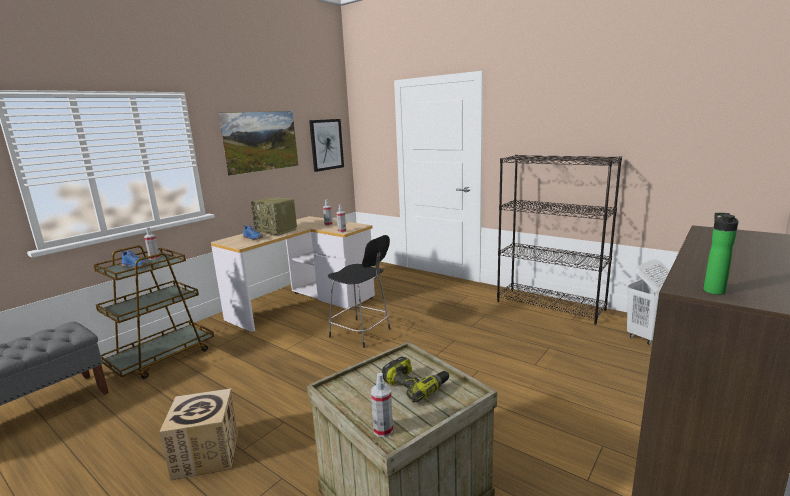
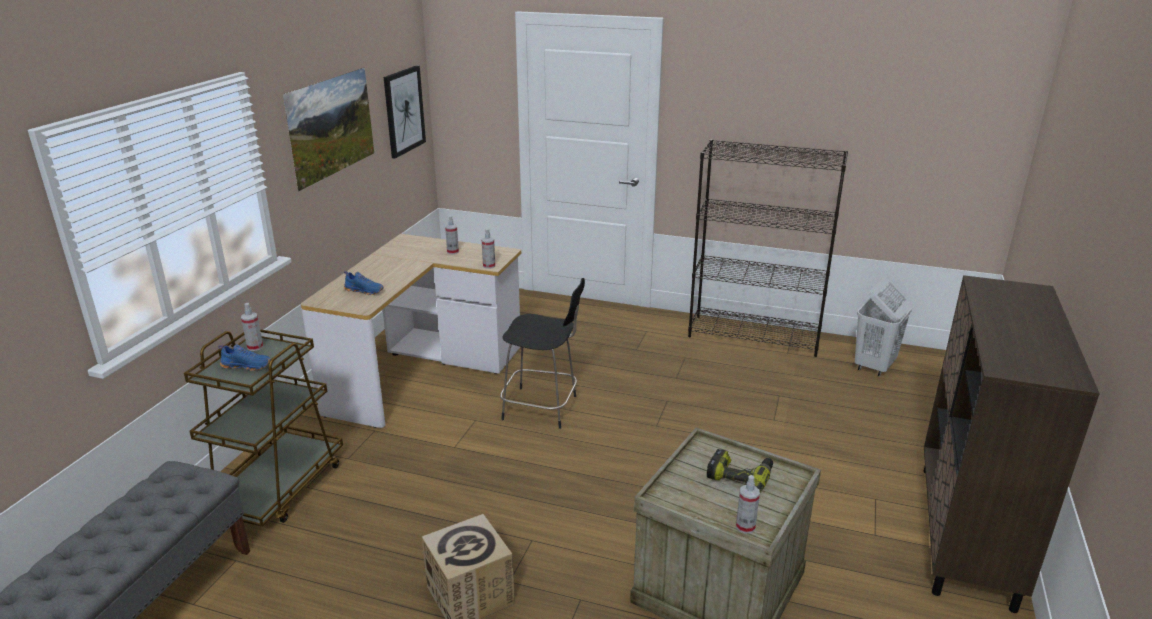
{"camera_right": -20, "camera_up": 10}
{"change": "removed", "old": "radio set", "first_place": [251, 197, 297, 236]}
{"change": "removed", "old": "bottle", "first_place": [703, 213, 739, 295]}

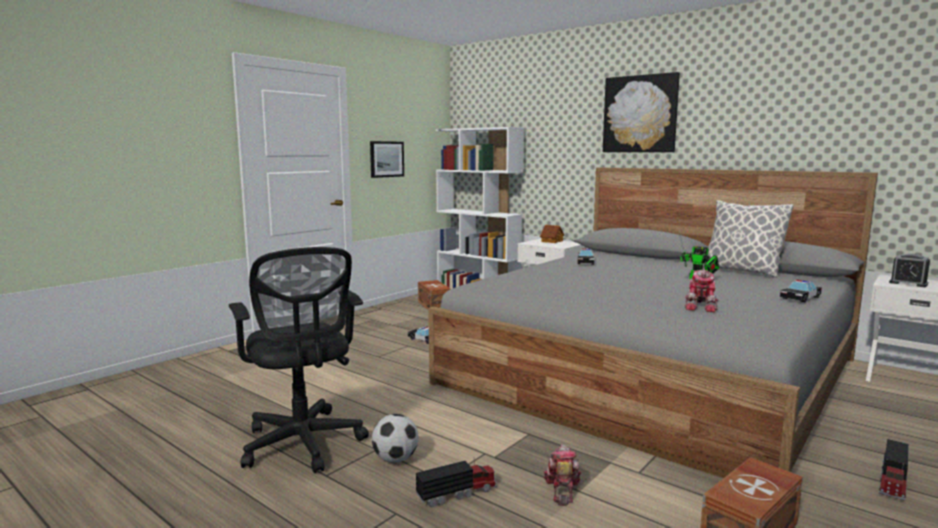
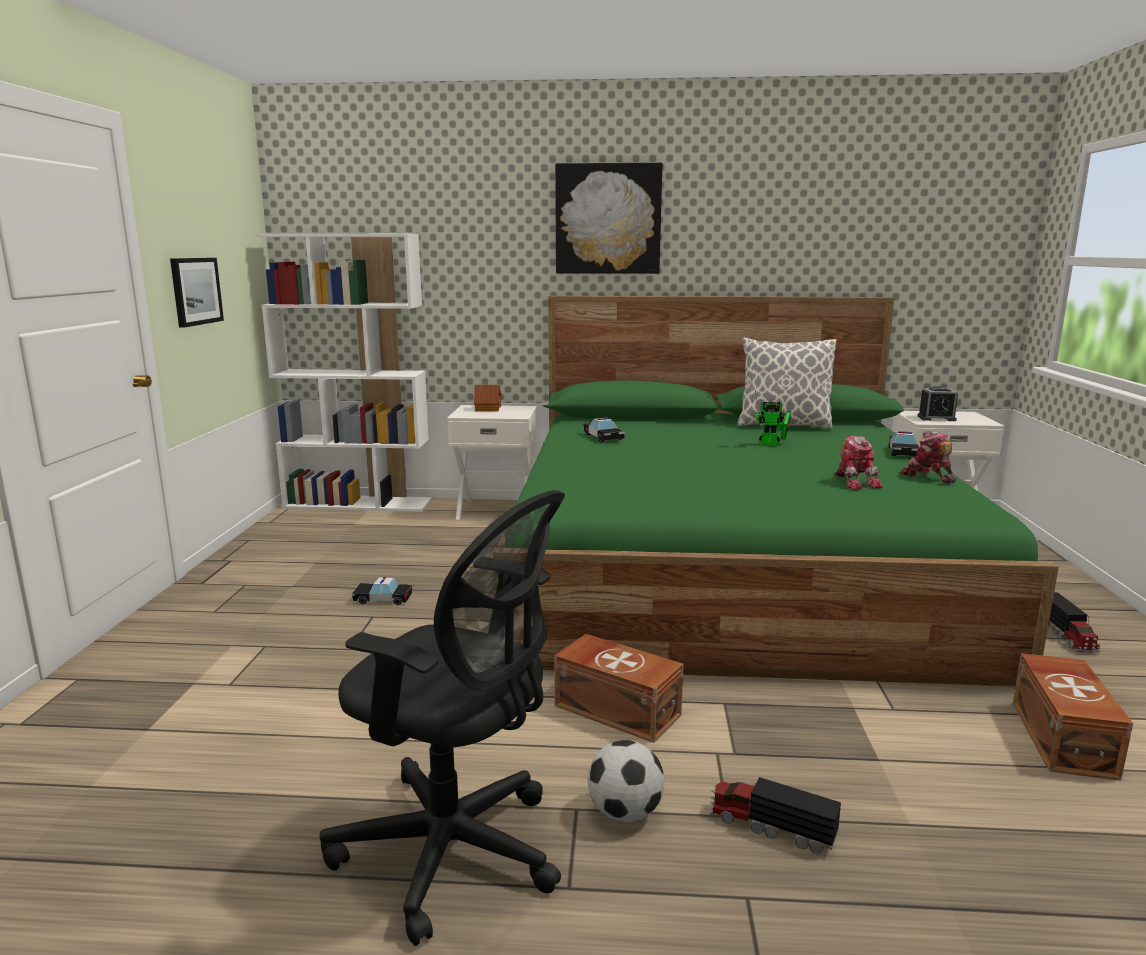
{"camera_right": -35, "camera_up": 5}
{"change": "recoloured", "old": "grey bedroom bed", "new": "greenish bedroom bed", "first_place": [428, 167, 878, 478], "second_place": [494, 296, 1059, 686]}
{"change": "moved", "old": "brown-coloured storage box", "first_place": [418, 280, 451, 310], "second_place": [554, 634, 684, 743]}
{"change": "turned", "old": "toy lorry", "first_place": [416, 461, 497, 508], "second_place": [710, 777, 841, 855], "degrees": -90}
{"change": "moved", "old": "toy robot", "first_place": [544, 444, 581, 506], "second_place": [900, 430, 957, 484]}

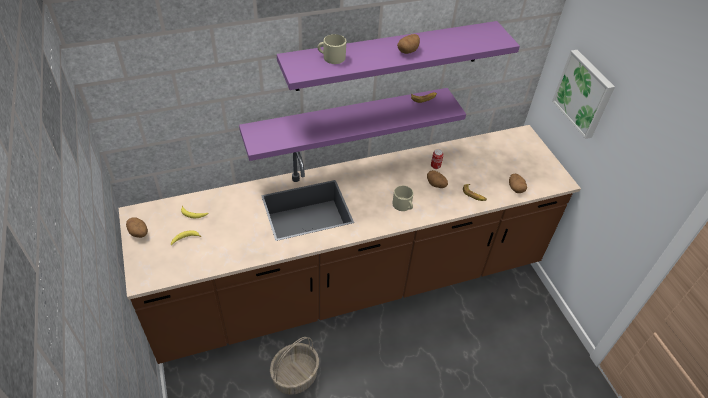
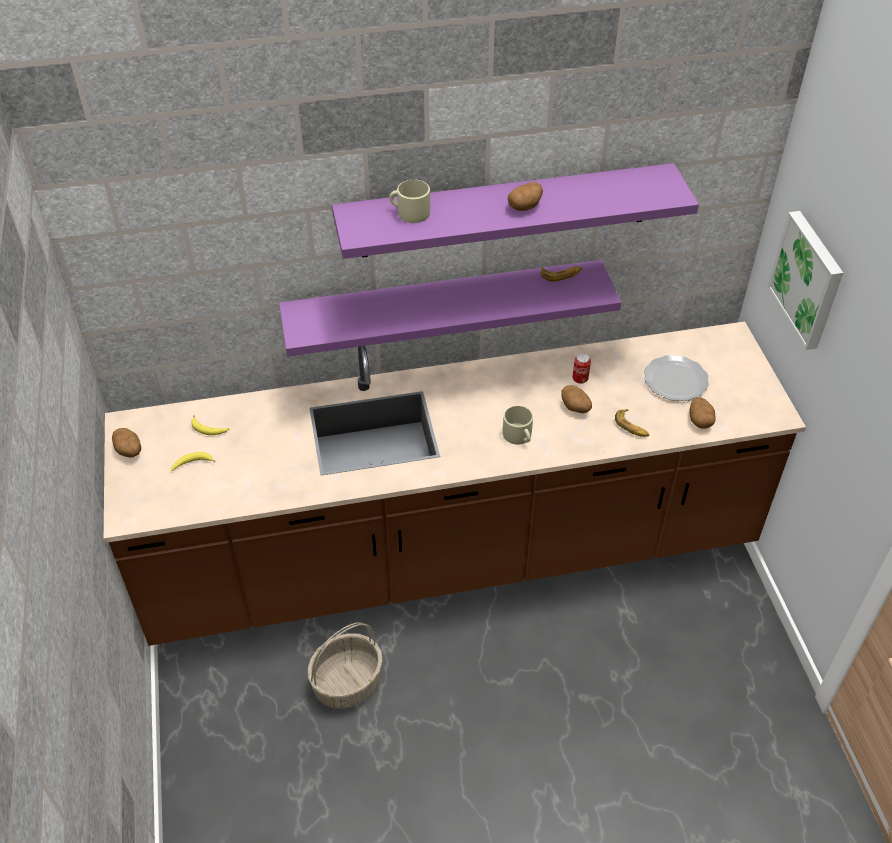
{"camera_right": 10, "camera_up": 0}
{"change": "added", "new": "plate", "second_place": [644, 355, 709, 401]}

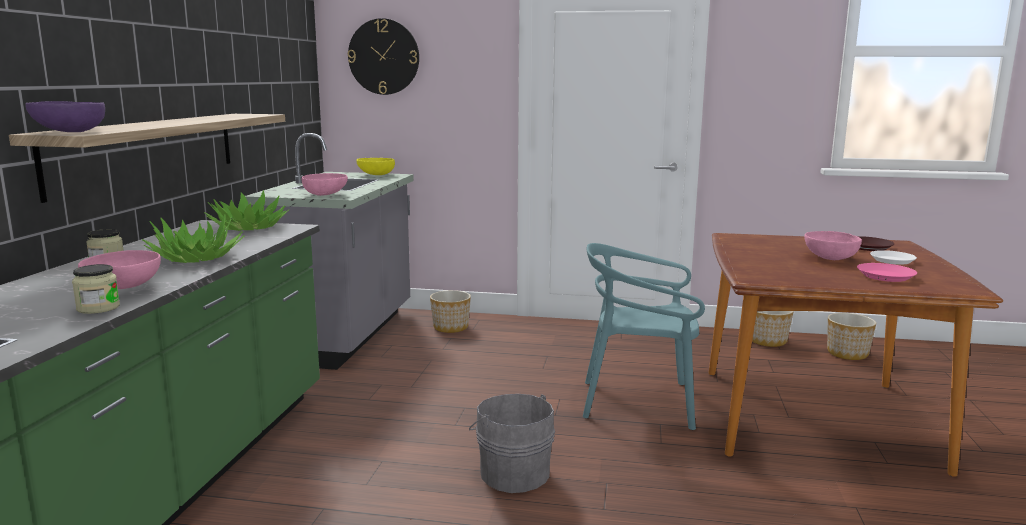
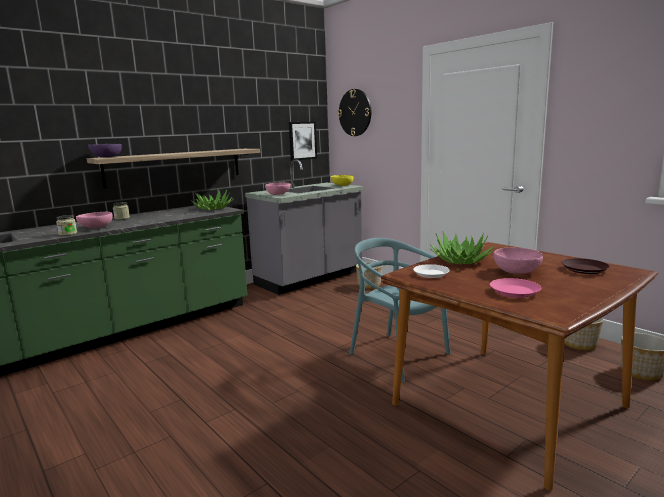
{"camera_right": 40, "camera_up": 0}
{"change": "added", "new": "wall art", "second_place": [289, 121, 317, 161]}
{"change": "moved", "old": "white plate", "first_place": [870, 250, 917, 265], "second_place": [413, 264, 450, 278]}
{"change": "moved", "old": "houseplant", "first_place": [142, 214, 245, 263], "second_place": [430, 232, 495, 264]}
{"change": "removed", "old": "grey bucket", "first_place": [469, 394, 555, 493]}

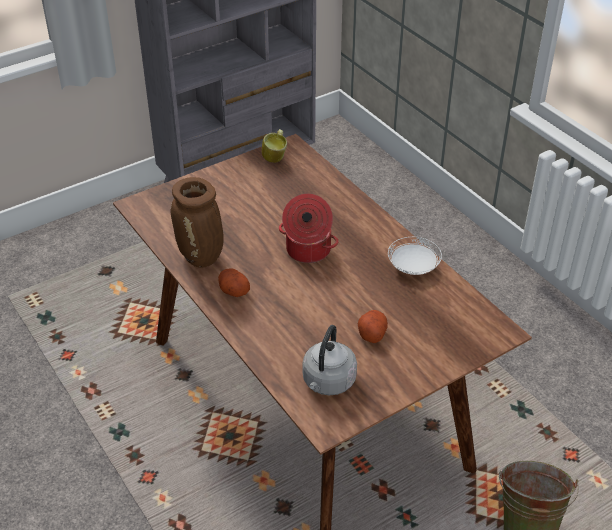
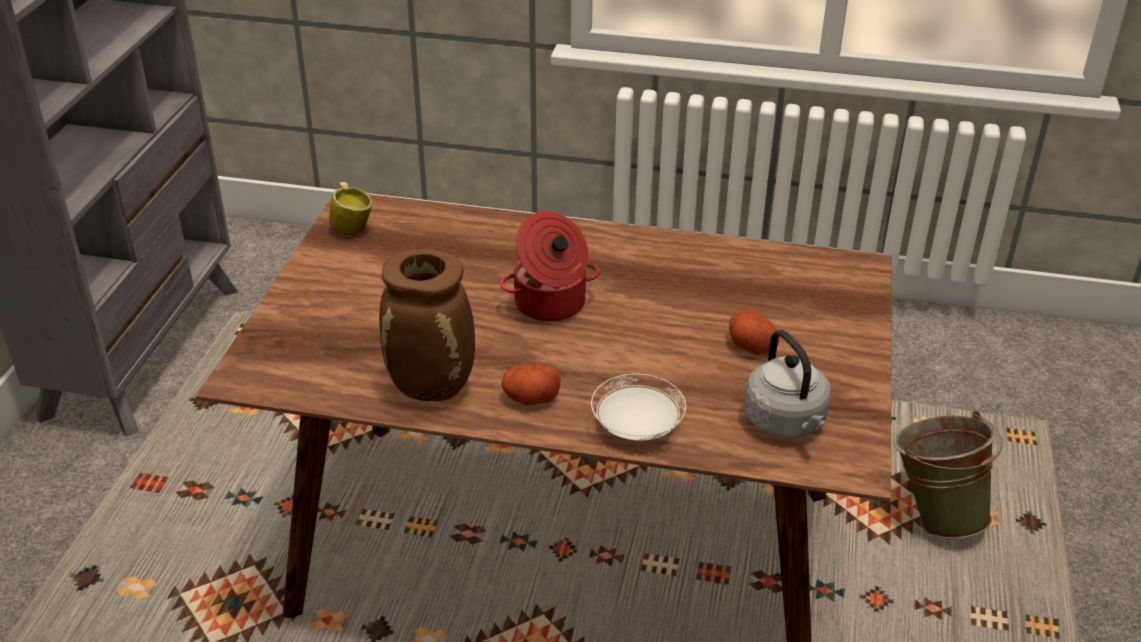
{"camera_right": -45, "camera_up": -5}
{"change": "moved", "old": "white plate", "first_place": [388, 237, 442, 275], "second_place": [591, 374, 686, 441]}

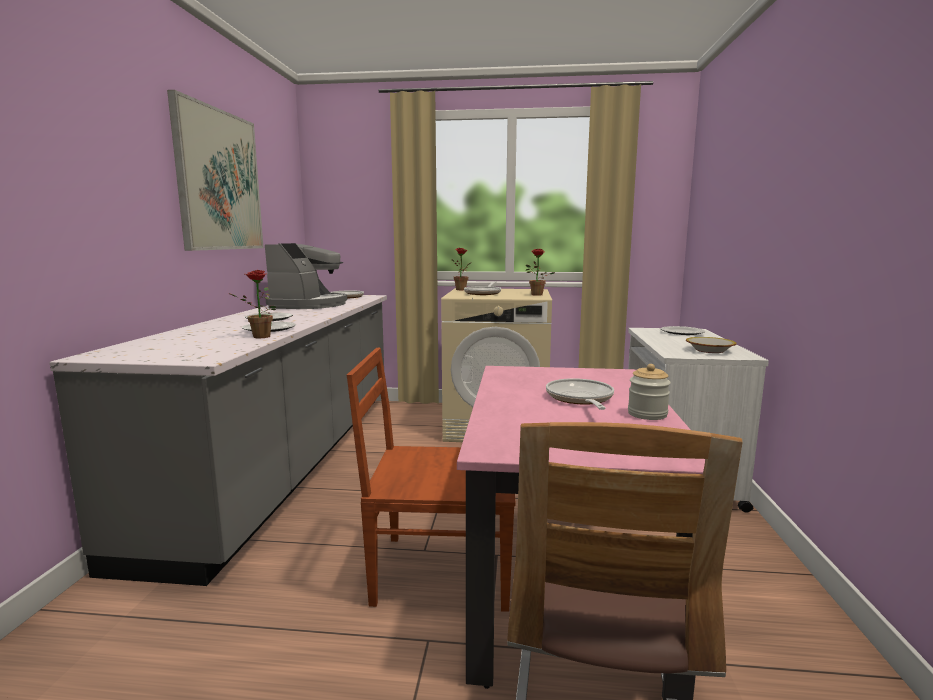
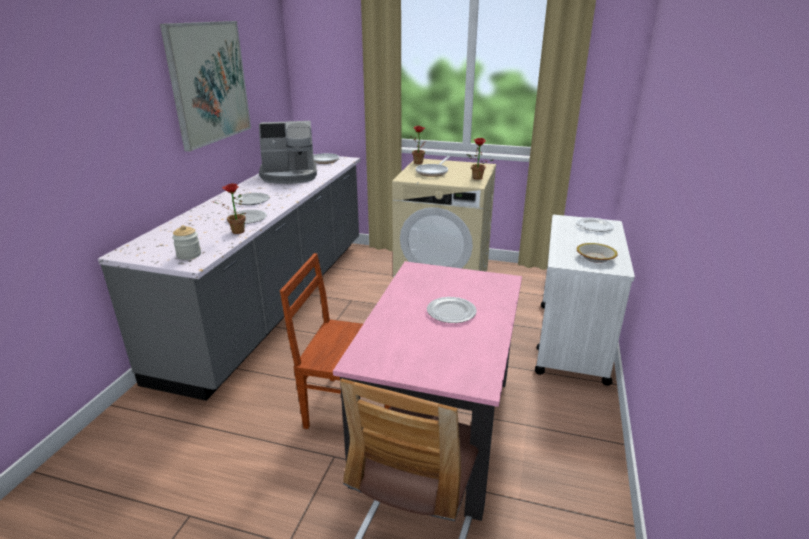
{"camera_right": 10, "camera_up": 15}
{"change": "moved", "old": "jar", "first_place": [628, 364, 671, 420], "second_place": [172, 225, 201, 260]}
{"change": "turned", "old": "coffee brewer", "first_place": [265, 243, 347, 309], "second_place": [259, 121, 317, 184], "degrees": 60}
{"change": "replaced", "old": "skillet", "new": "plate", "first_place": [546, 378, 614, 410], "second_place": [427, 297, 477, 323]}

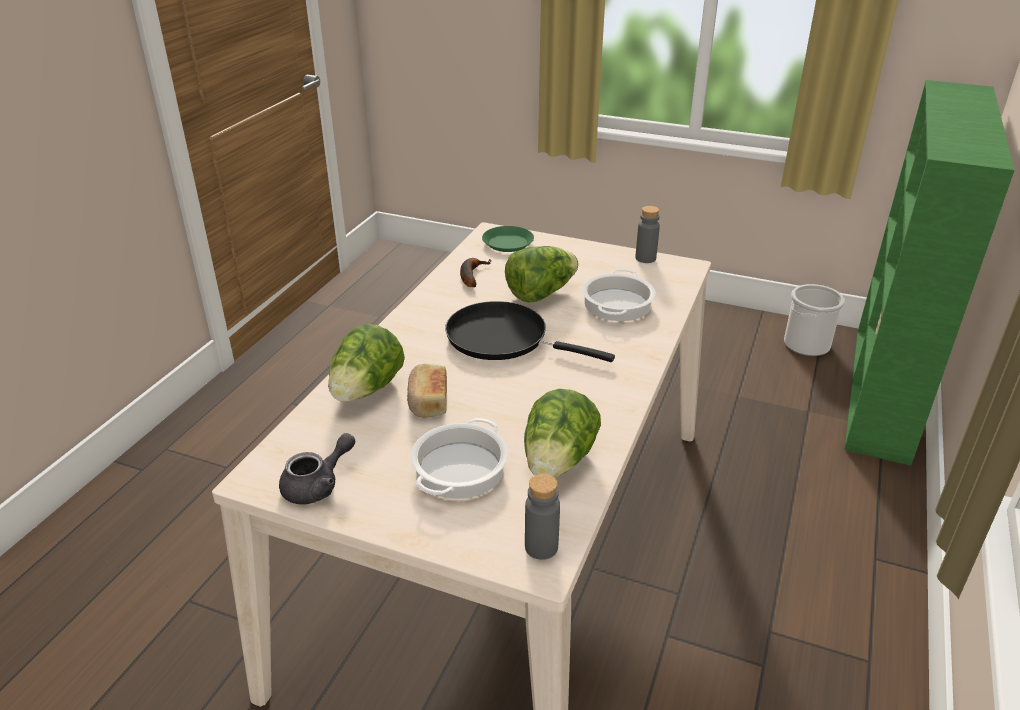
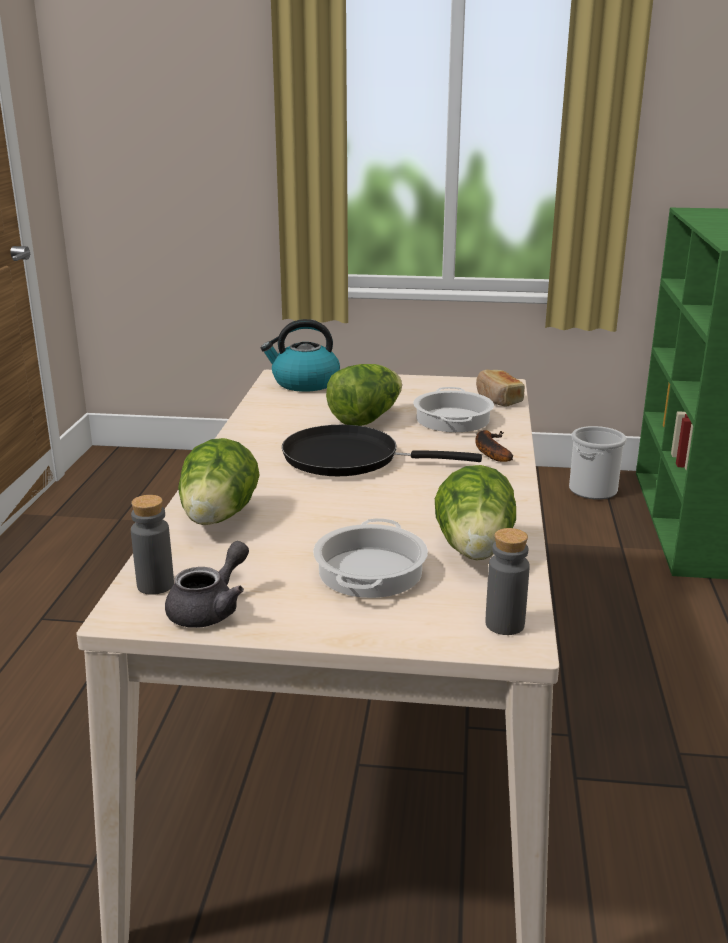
{"camera_right": -15, "camera_up": -10}
{"change": "moved", "old": "grey bottle", "first_place": [635, 206, 660, 263], "second_place": [131, 495, 174, 595]}
{"change": "replaced", "old": "greenish plate", "new": "water kettle", "first_place": [482, 226, 534, 252], "second_place": [261, 319, 340, 392]}
{"change": "moved", "old": "banana fruit", "first_place": [460, 258, 492, 287], "second_place": [475, 430, 513, 462]}
{"change": "moved", "old": "bread", "first_place": [407, 364, 447, 418], "second_place": [476, 370, 525, 407]}

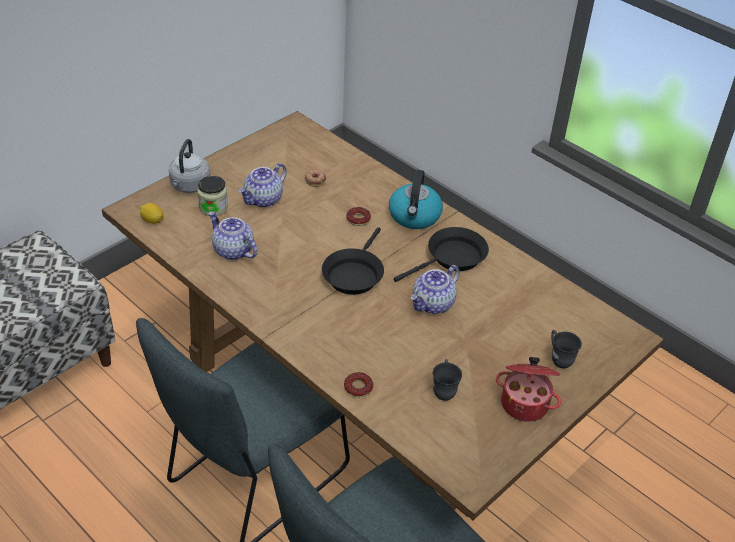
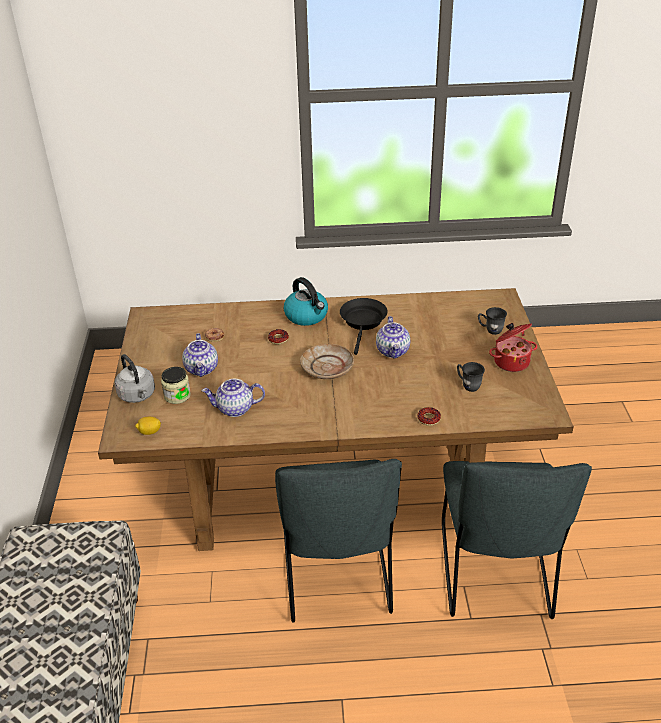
{"camera_right": -45, "camera_up": -5}
{"change": "replaced", "old": "blackish skillet", "new": "beige plate", "first_place": [322, 227, 384, 295], "second_place": [300, 344, 354, 379]}

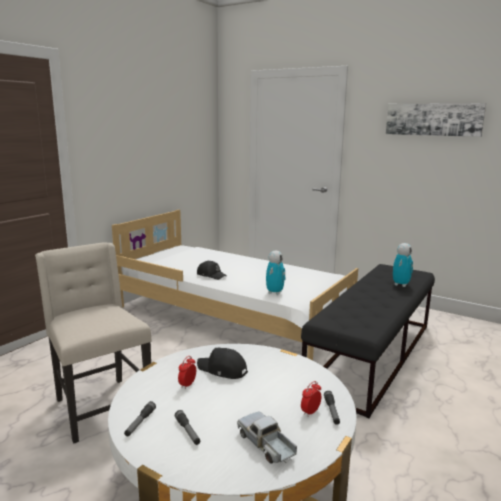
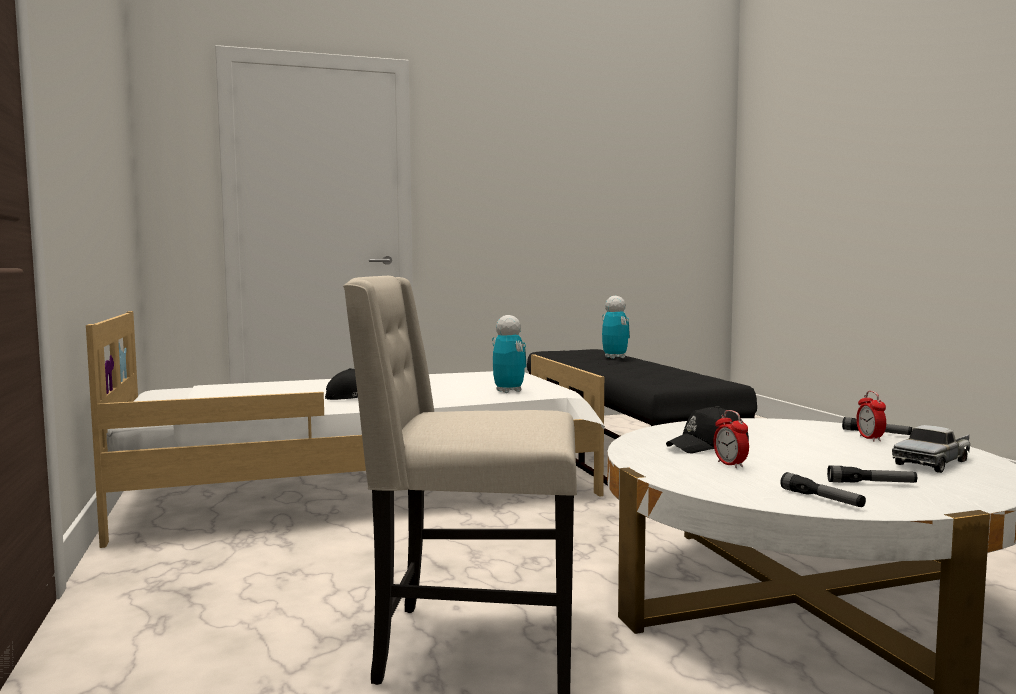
{"camera_right": -50, "camera_up": -10}
{"change": "turned", "old": "toy lorry", "first_place": [237, 411, 297, 464], "second_place": [892, 425, 970, 473], "degrees": -45}
{"change": "removed", "old": "wall art", "first_place": [386, 103, 486, 137]}

